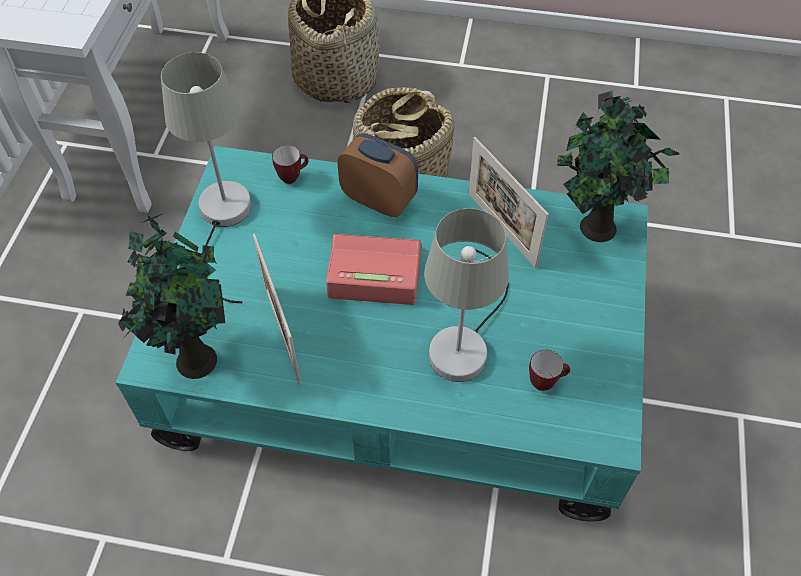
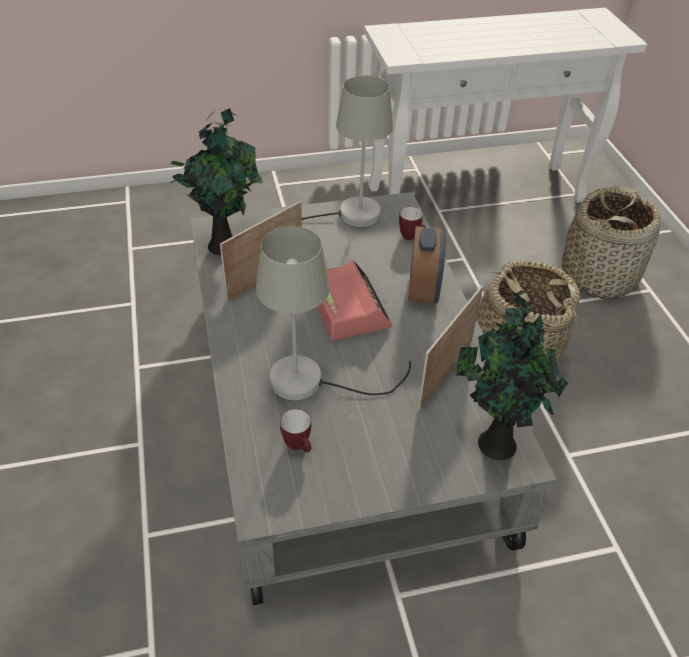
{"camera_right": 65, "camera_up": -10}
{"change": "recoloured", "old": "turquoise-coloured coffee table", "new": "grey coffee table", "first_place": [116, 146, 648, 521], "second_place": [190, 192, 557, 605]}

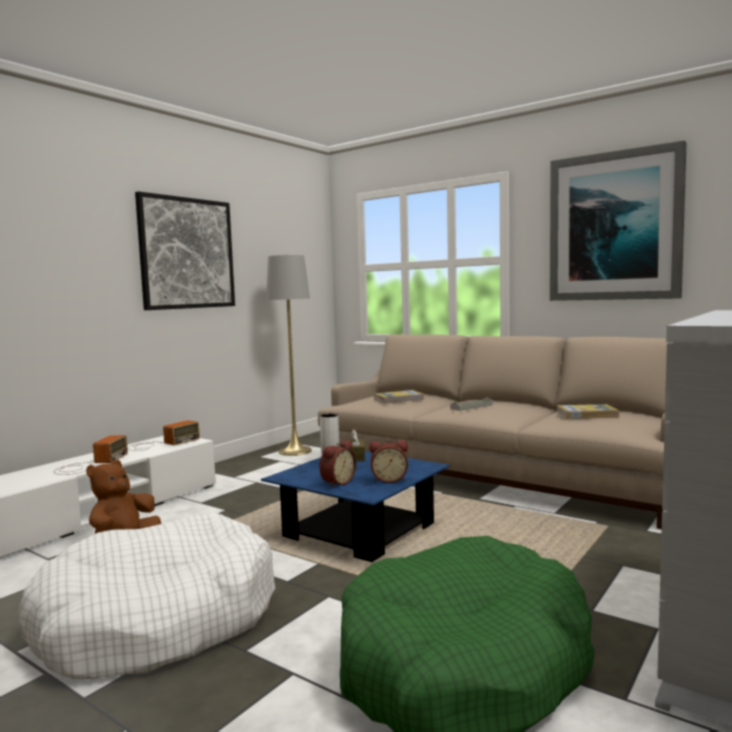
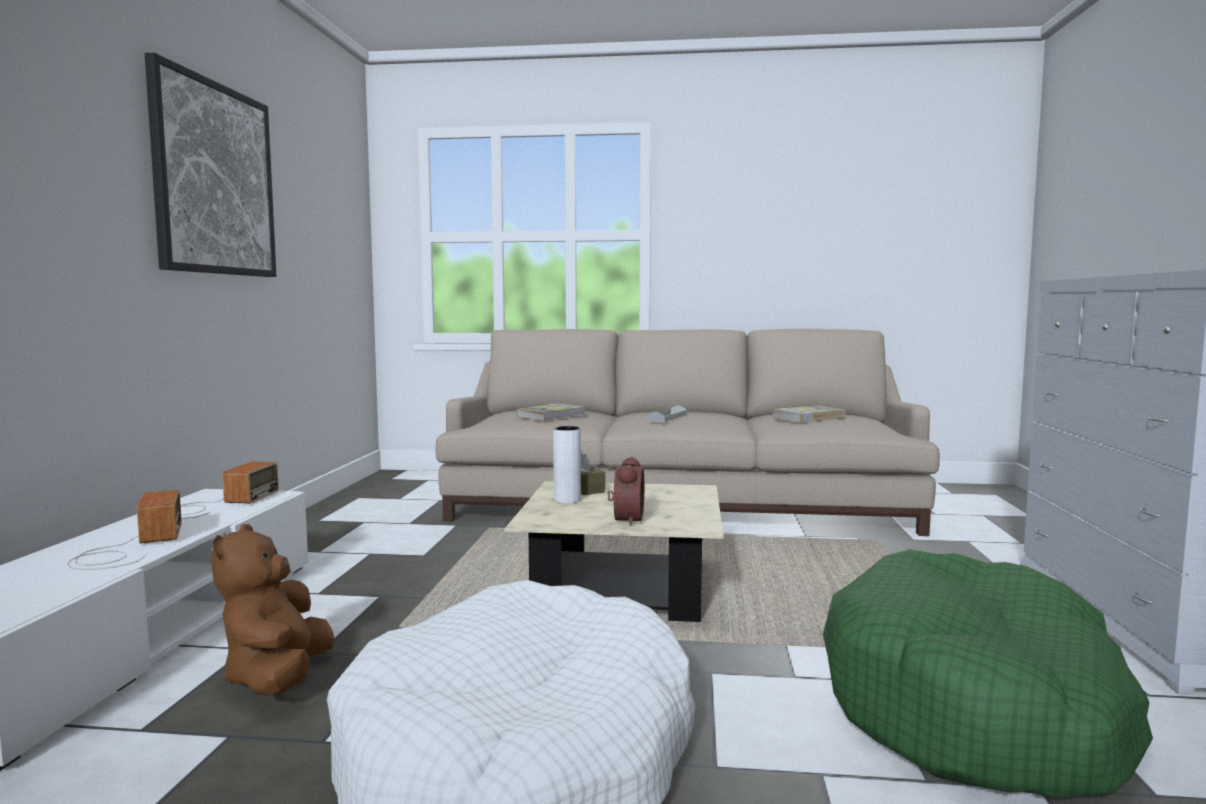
{"camera_right": -30, "camera_up": 0}
{"change": "recoloured", "old": "bluish coffee table", "new": "beige coffee table", "first_place": [261, 451, 450, 562], "second_place": [504, 481, 724, 622]}
{"change": "removed", "old": "grey standing lamp", "first_place": [266, 255, 312, 456]}
{"change": "removed", "old": "alarm clock", "first_place": [369, 440, 408, 483]}
{"change": "removed", "old": "wall art", "first_place": [550, 141, 687, 301]}

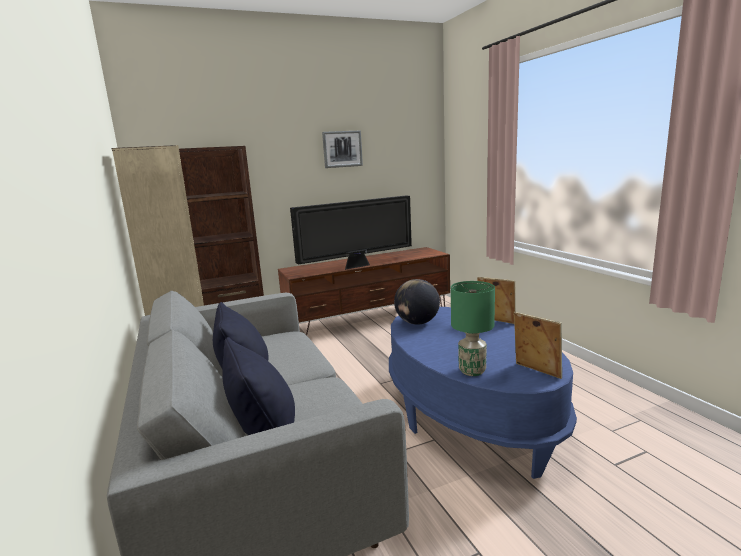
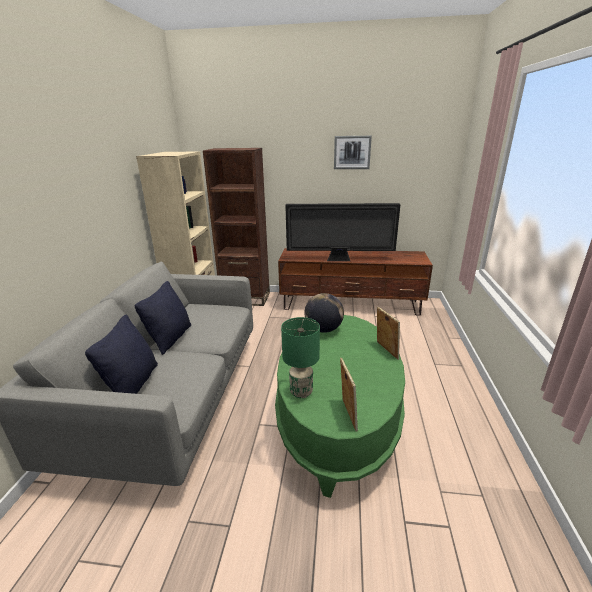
{"camera_right": 30, "camera_up": 10}
{"change": "recoloured", "old": "bluish coffee table", "new": "greenish coffee table", "first_place": [389, 307, 577, 479], "second_place": [275, 315, 405, 498]}

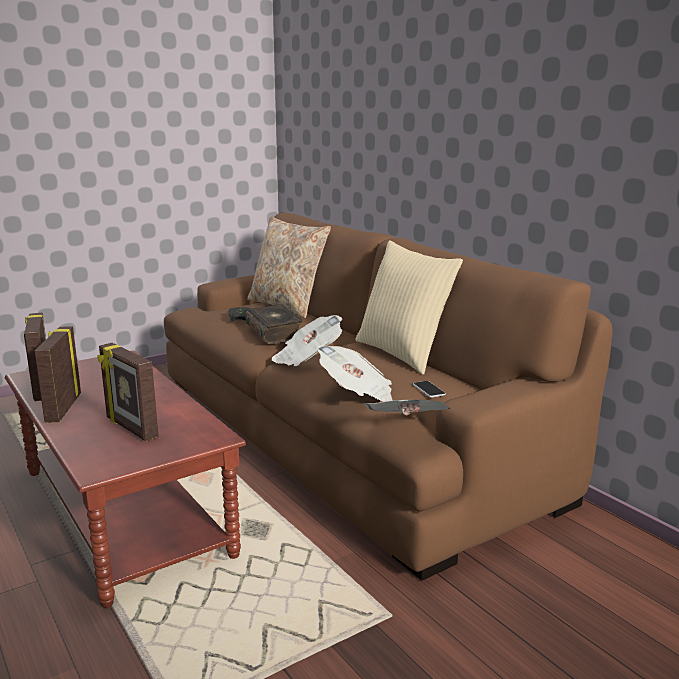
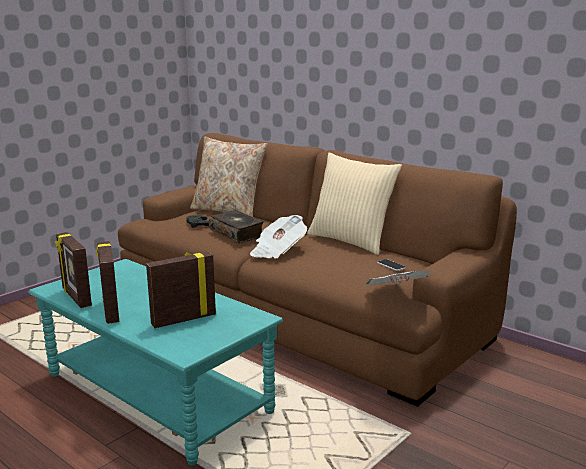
{"camera_right": -15, "camera_up": 0}
{"change": "recoloured", "old": "brown-coloured coffee table", "new": "turquoise-coloured coffee table", "first_place": [5, 351, 246, 608], "second_place": [28, 259, 283, 466]}
{"change": "turned", "old": "standing frame", "first_place": [97, 343, 159, 441], "second_place": [146, 252, 216, 328], "degrees": 120}
{"change": "removed", "old": "daily paper", "first_place": [317, 345, 393, 402]}

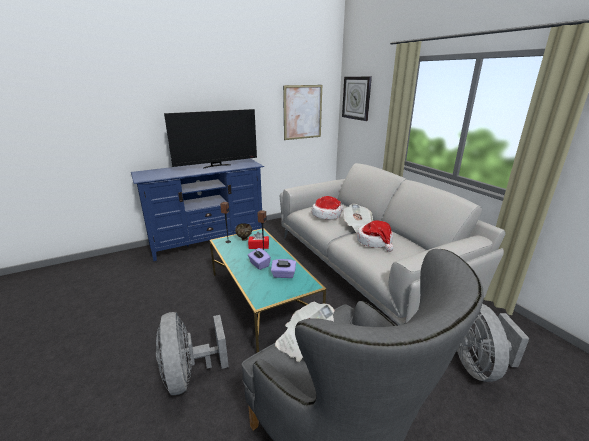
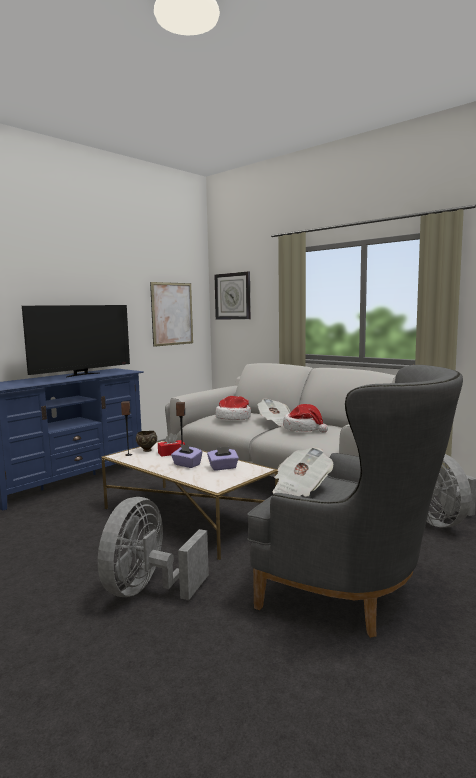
{"camera_right": -20, "camera_up": -15}
{"change": "turned", "old": "grey fan", "first_place": [156, 312, 229, 395], "second_place": [98, 497, 209, 600], "degrees": 60}
{"change": "recoloured", "old": "turquoise-coloured coffee table", "new": "white coffee table", "first_place": [210, 228, 326, 353], "second_place": [101, 440, 278, 560]}

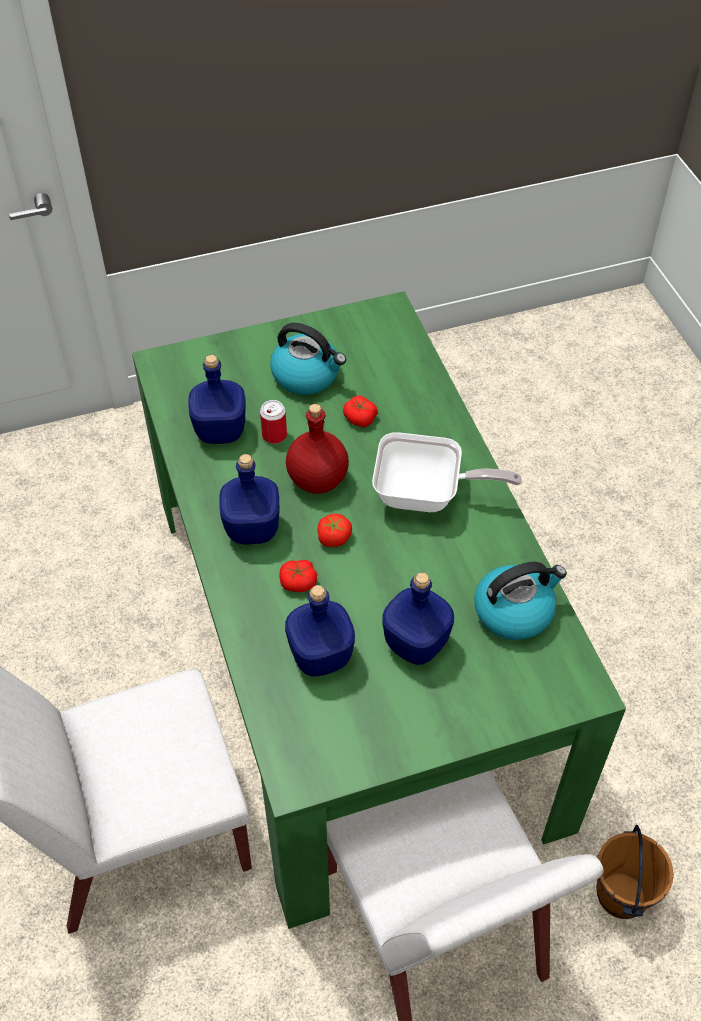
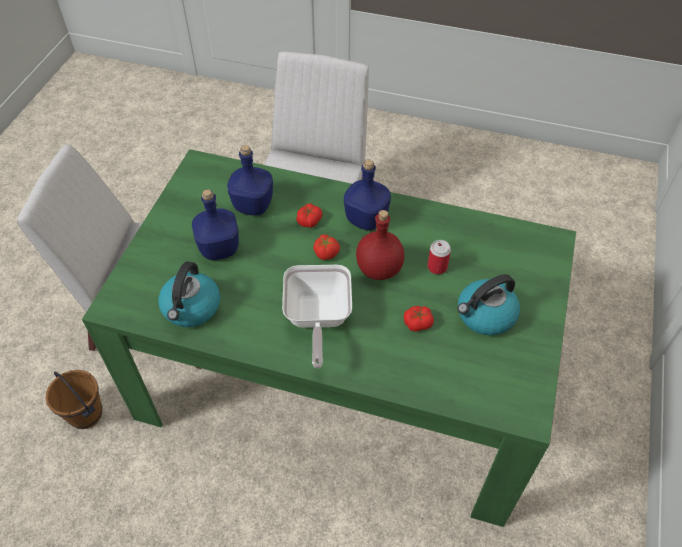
{"camera_right": 125, "camera_up": 0}
{"change": "turned", "old": "skillet", "first_place": [372, 432, 522, 512], "second_place": [282, 265, 352, 368], "degrees": -45}
{"change": "removed", "old": "bluish bottle", "first_place": [188, 354, 246, 444]}

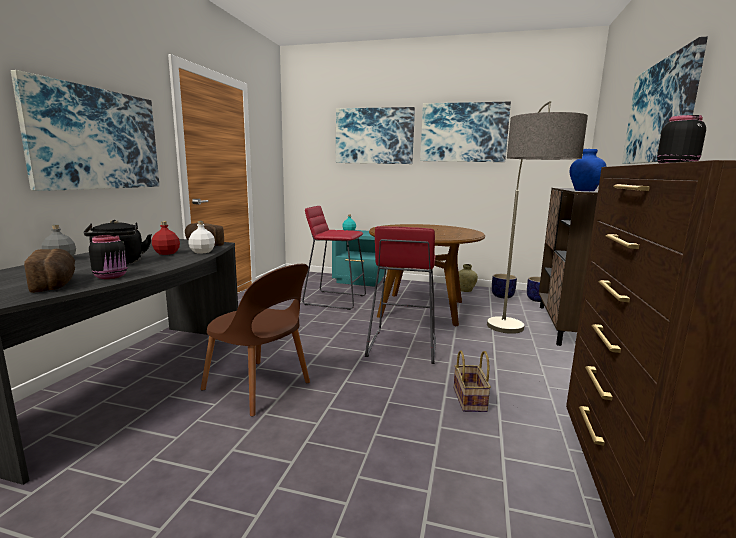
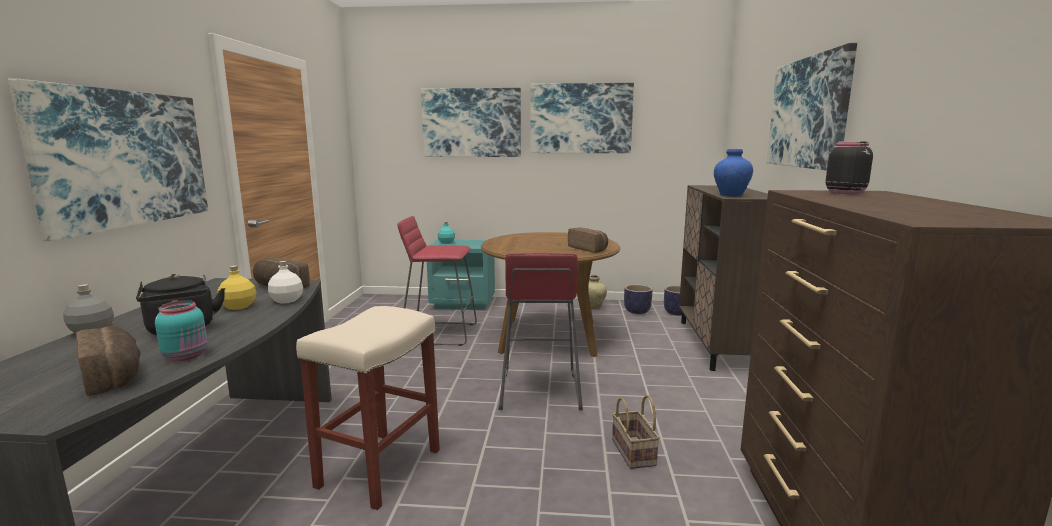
{"camera_right": -10, "camera_up": 0}
{"change": "recoloured", "old": "blackish jar", "new": "turquoise-coloured jar", "first_place": [89, 235, 127, 279], "second_place": [155, 300, 207, 361]}
{"change": "recoloured", "old": "red bottle", "new": "yellow-coloured bottle", "first_place": [152, 221, 180, 255], "second_place": [218, 265, 257, 310]}
{"change": "replaced", "old": "brown-coloured chair", "new": "beige sitting stool", "first_place": [201, 264, 310, 417], "second_place": [296, 306, 440, 510]}
{"change": "added", "new": "bread", "second_place": [568, 228, 608, 253]}
{"change": "removed", "old": "standing lamp", "first_place": [487, 101, 588, 334]}

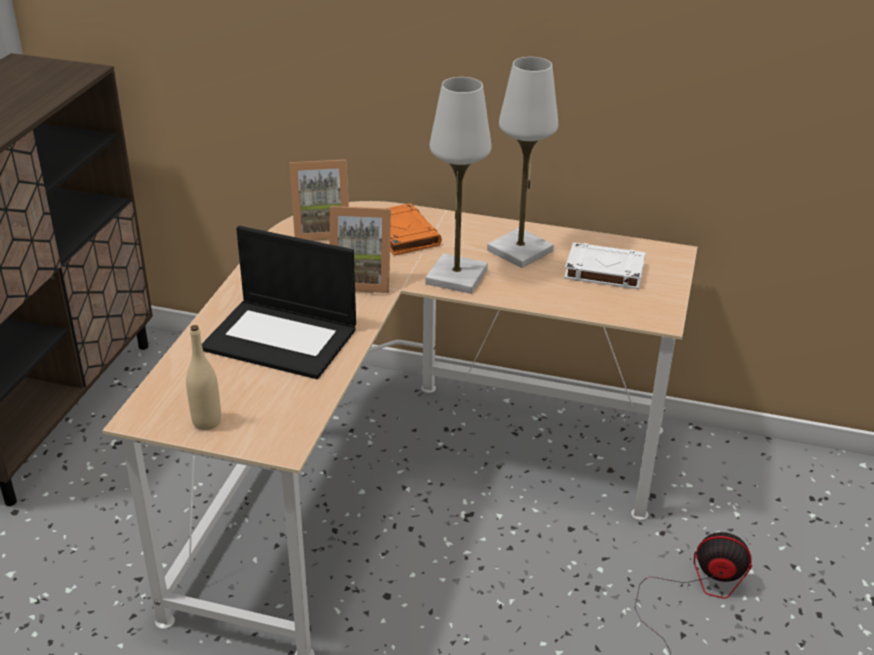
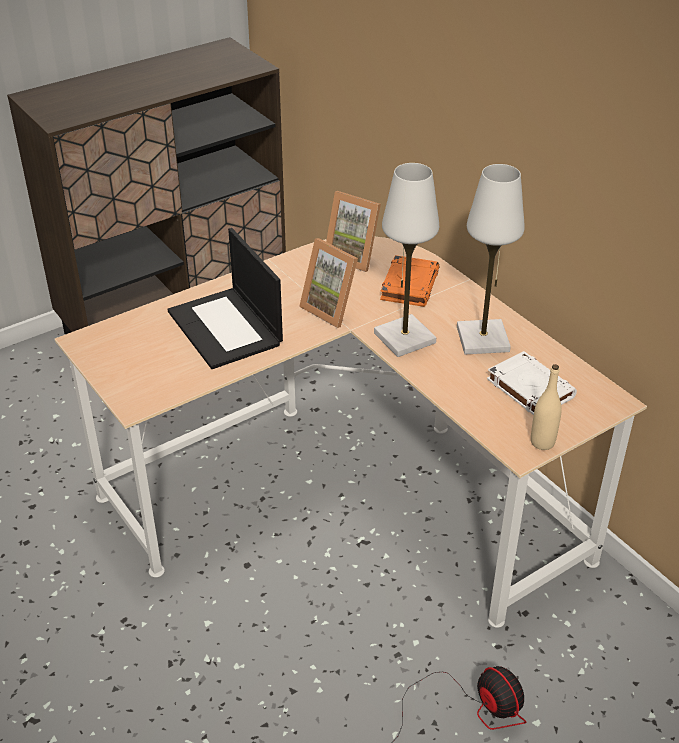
{"camera_right": 40, "camera_up": 5}
{"change": "moved", "old": "beige bottle", "first_place": [186, 325, 221, 430], "second_place": [531, 364, 562, 450]}

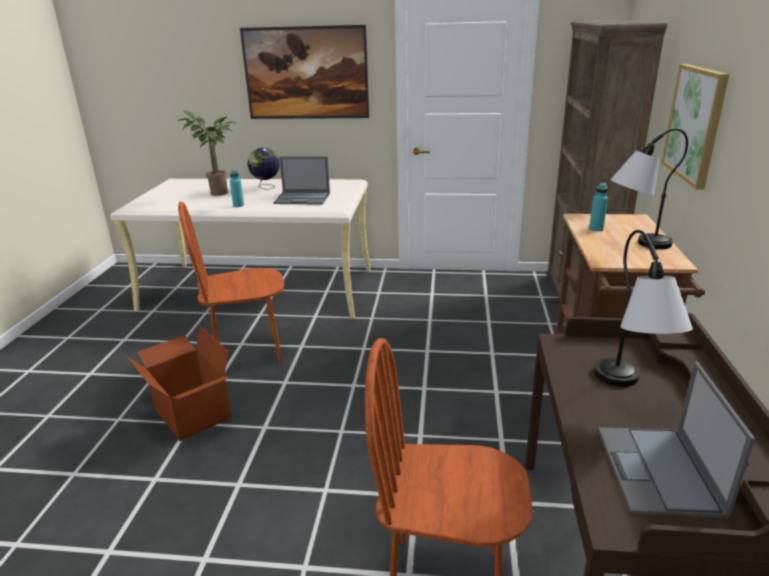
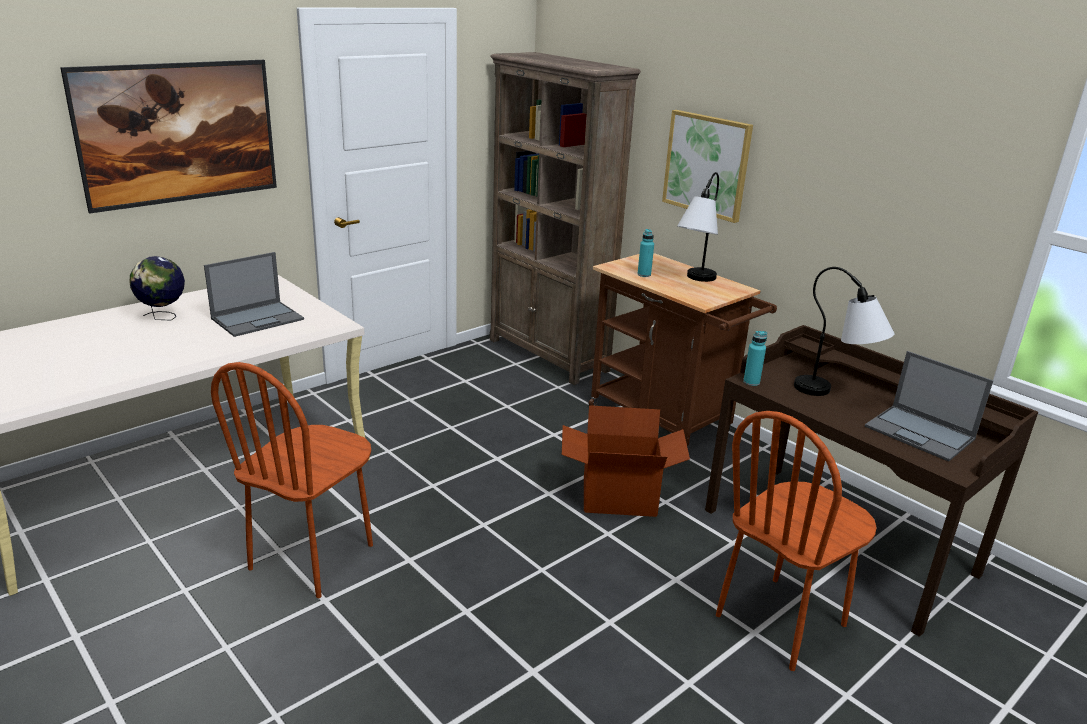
{"camera_right": -50, "camera_up": 0}
{"change": "moved", "old": "packing box", "first_place": [125, 326, 231, 441], "second_place": [562, 405, 690, 517]}
{"change": "moved", "old": "turquoise-coloured bottle", "first_place": [230, 170, 244, 207], "second_place": [743, 331, 767, 386]}
{"change": "removed", "old": "houseplant", "first_place": [177, 110, 236, 196]}

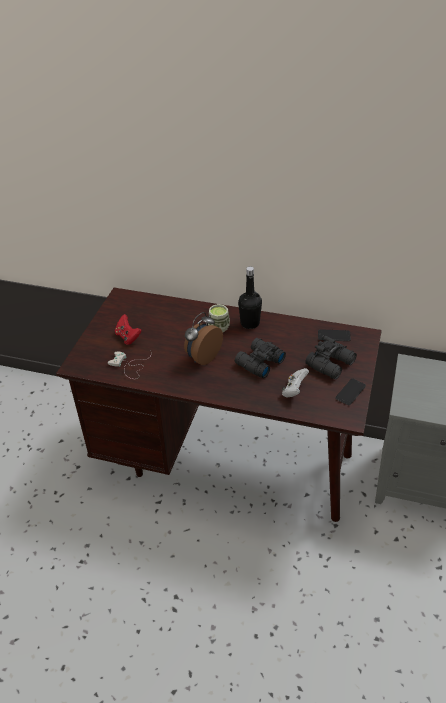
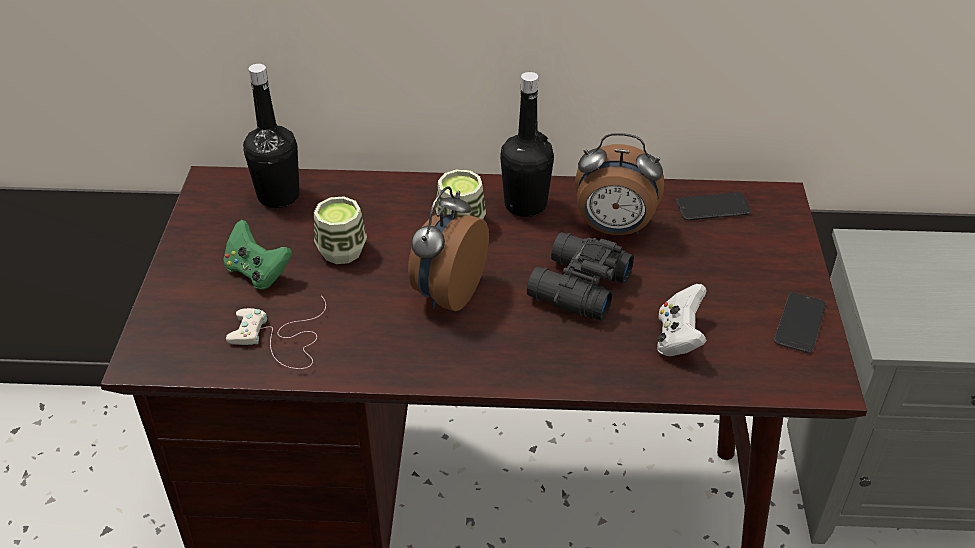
{"camera_right": -15, "camera_up": 0}
{"change": "recoloured", "old": "red game controller", "new": "greenish game controller", "first_place": [115, 314, 142, 345], "second_place": [223, 220, 292, 290]}
{"change": "added", "new": "blackish bottle", "second_place": [243, 64, 300, 208]}
{"change": "added", "new": "small cup", "second_place": [314, 196, 367, 264]}
{"change": "added", "new": "alarm clock", "second_place": [575, 133, 664, 235]}
{"change": "removed", "old": "blackish field glasses", "first_place": [305, 335, 357, 379]}

